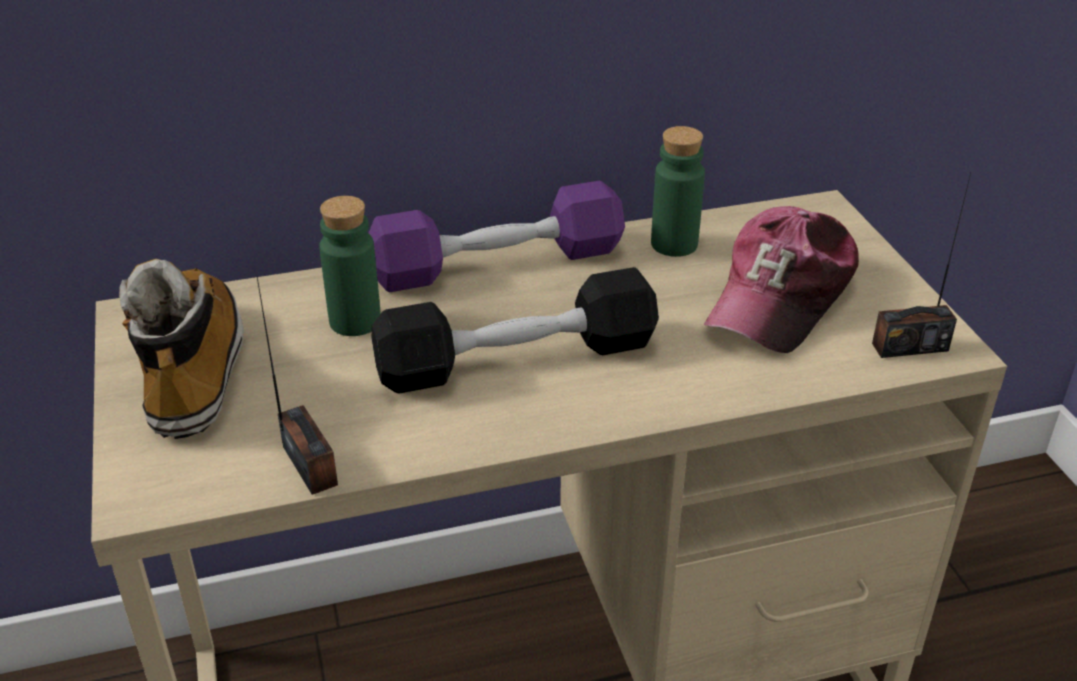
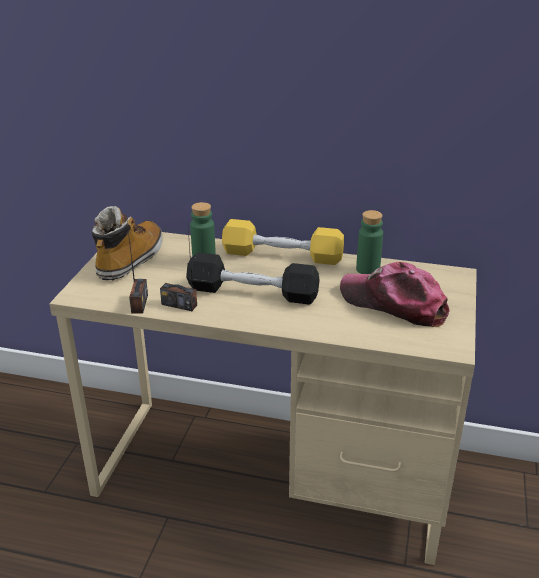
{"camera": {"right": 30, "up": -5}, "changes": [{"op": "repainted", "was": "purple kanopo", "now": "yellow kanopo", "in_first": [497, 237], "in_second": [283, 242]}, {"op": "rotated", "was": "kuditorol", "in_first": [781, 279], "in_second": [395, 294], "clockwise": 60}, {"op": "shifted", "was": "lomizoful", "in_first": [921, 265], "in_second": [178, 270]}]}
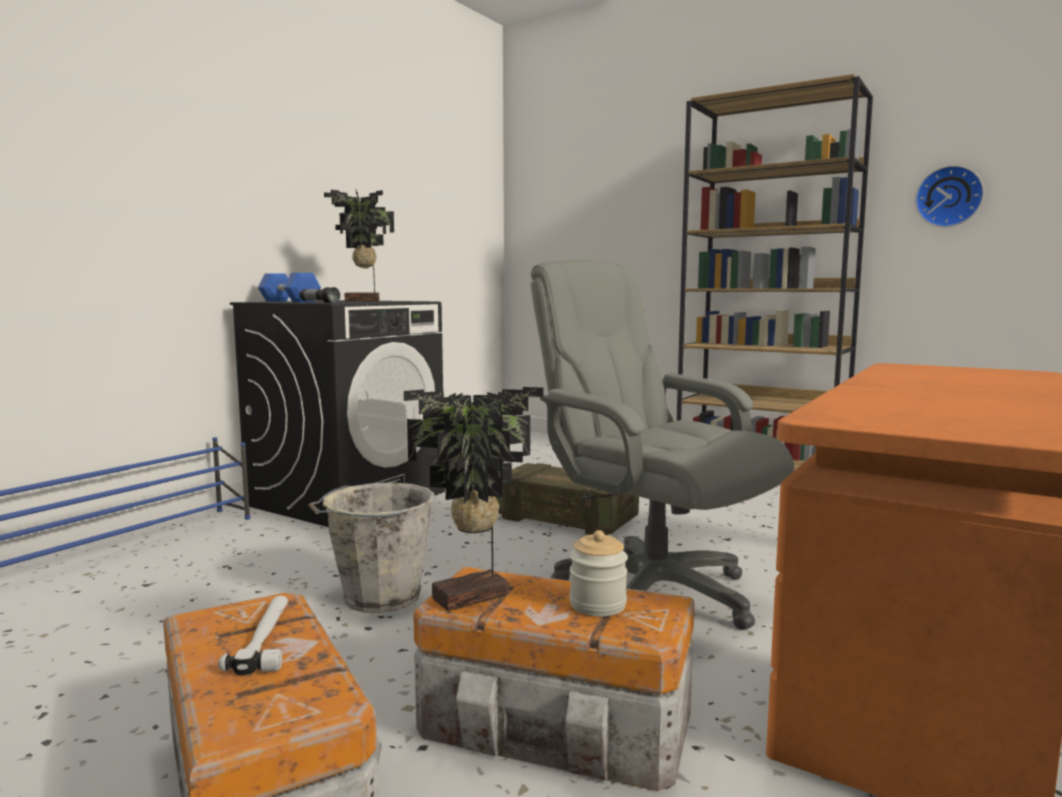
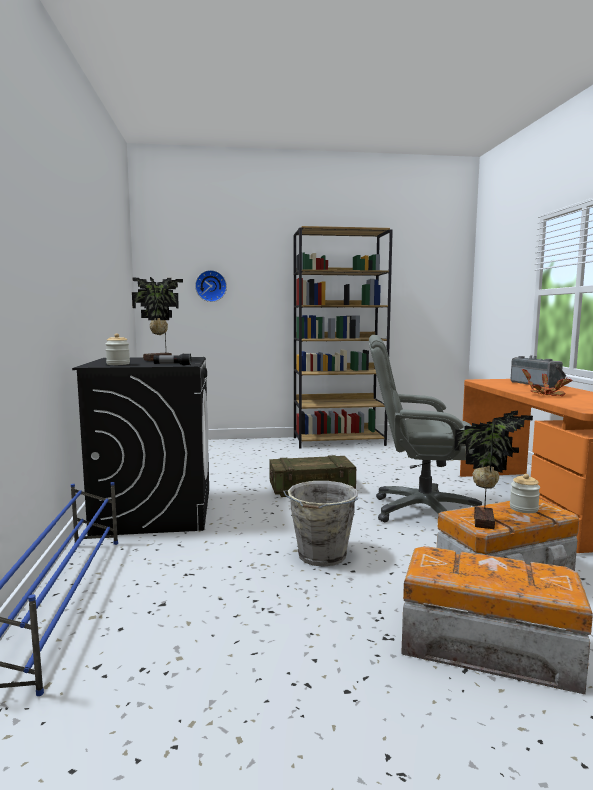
{"camera": {"right": -40, "up": 0}, "changes": [{"op": "gone", "was": "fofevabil", "in_first": [253, 635]}, {"op": "swapped", "was": "blue kanopo", "now": "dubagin", "in_first": [289, 287], "in_second": [117, 349]}, {"op": "shifted", "was": "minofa", "in_first": [949, 196], "in_second": [211, 286]}, {"op": "new", "now": "lomizoful", "in_second": [538, 371]}, {"op": "new", "now": "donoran", "in_second": [547, 382]}]}
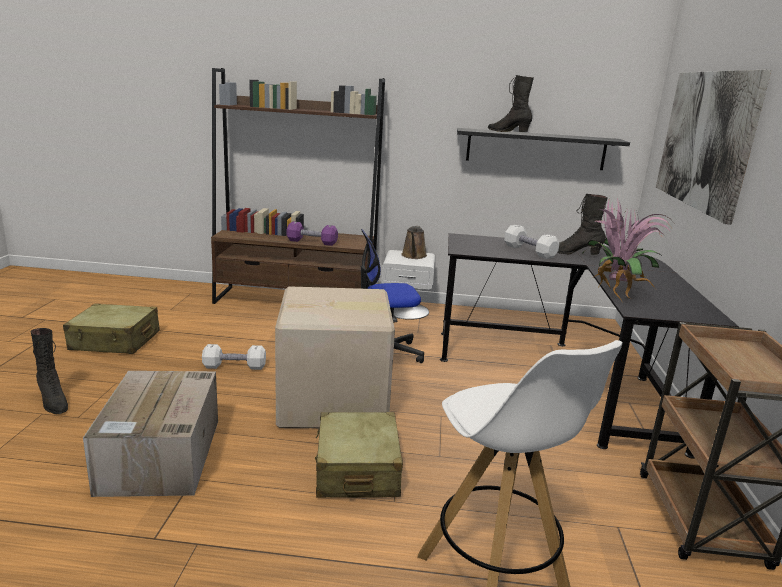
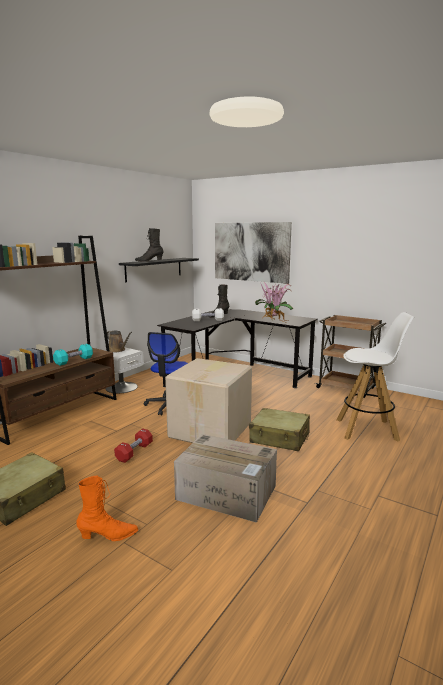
{"camera": {"right": -60, "up": -5}, "changes": [{"op": "repainted", "was": "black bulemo", "now": "orange bulemo", "in_first": [49, 371], "in_second": [107, 508]}, {"op": "repainted", "was": "white kanopo", "now": "red kanopo", "in_first": [234, 357], "in_second": [133, 446]}, {"op": "repainted", "was": "purple kanopo", "now": "turquoise kanopo", "in_first": [312, 233], "in_second": [73, 355]}]}
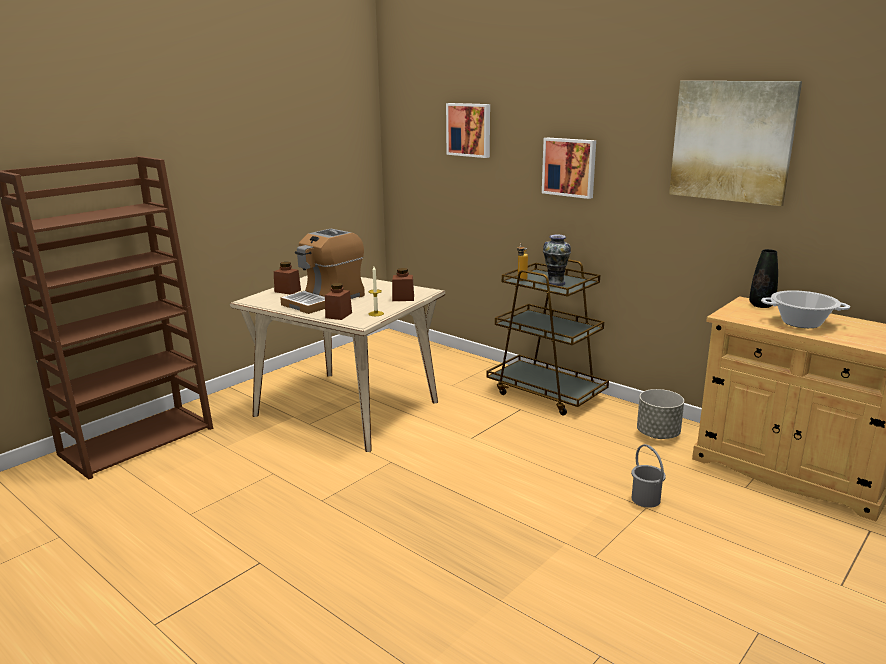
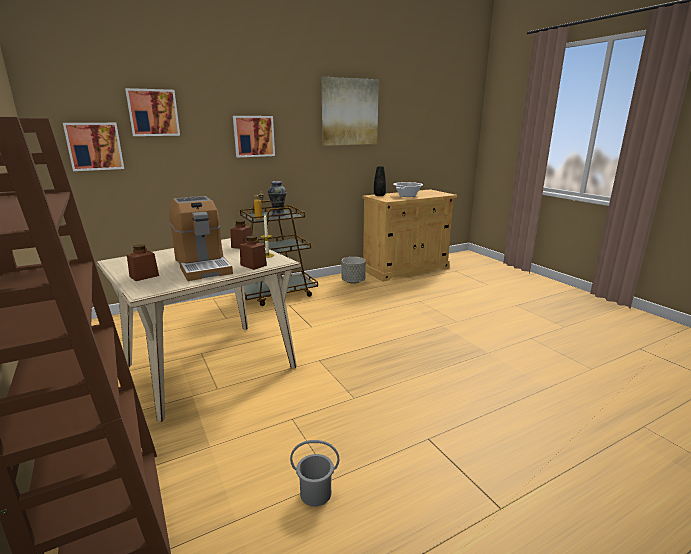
{"camera": {"right": -70, "up": 0}, "changes": [{"op": "shifted", "was": "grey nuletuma", "in_first": [648, 476], "in_second": [314, 473]}, {"op": "new", "now": "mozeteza", "in_second": [93, 147]}]}
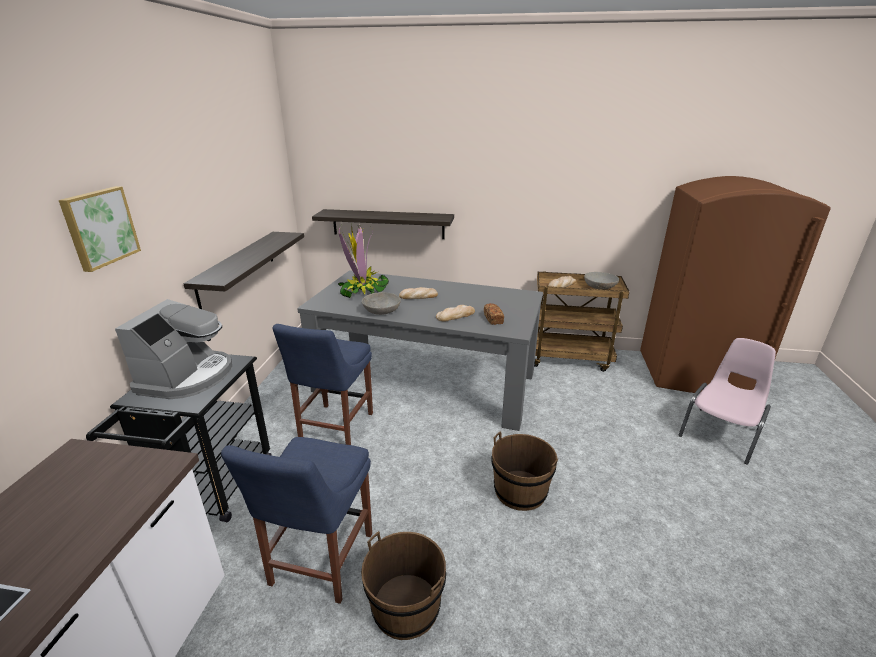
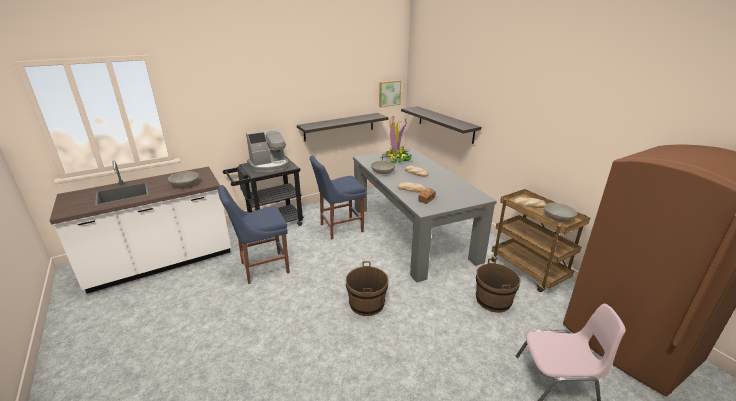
{"camera": {"right": 50, "up": 0}, "changes": [{"op": "shifted", "was": "mozeteza", "in_first": [99, 229], "in_second": [390, 93]}, {"op": "shifted", "was": "brown nuletuma", "in_first": [403, 585], "in_second": [498, 285]}, {"op": "new", "now": "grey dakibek", "in_second": [183, 179]}]}
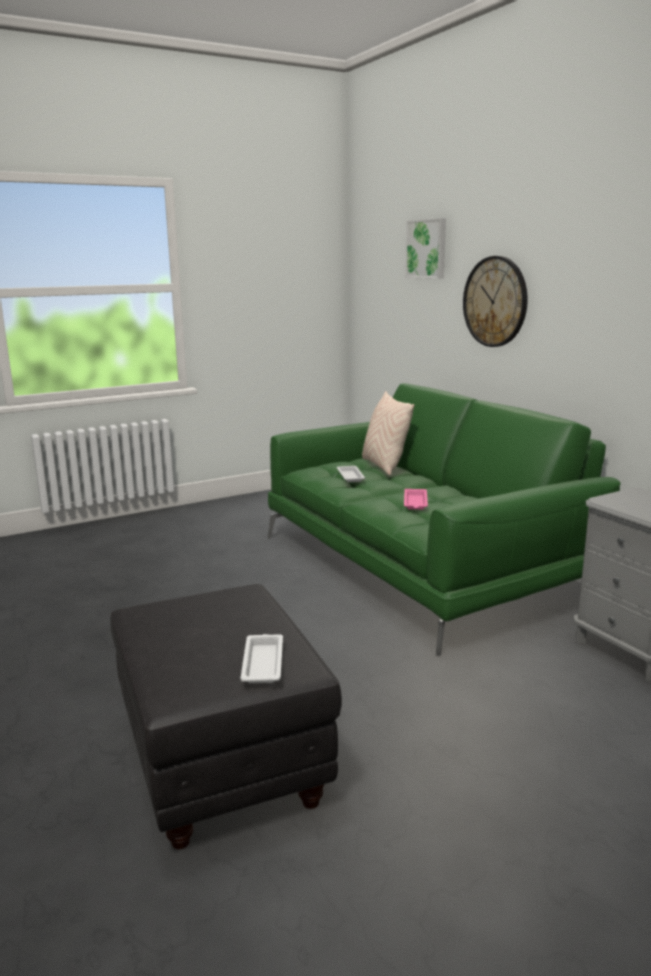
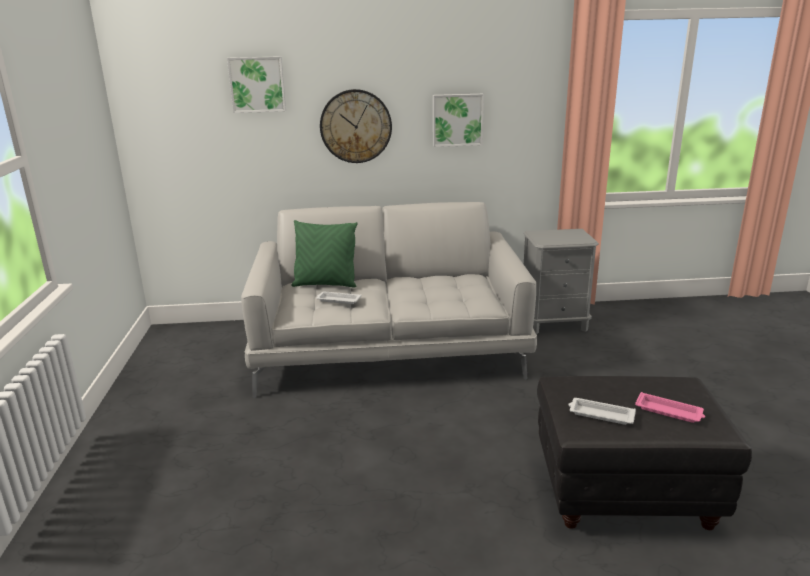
{"camera": {"right": -65, "up": 5}, "changes": [{"op": "shifted", "was": "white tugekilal", "in_first": [261, 658], "in_second": [602, 411]}, {"op": "repainted", "was": "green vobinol", "now": "grey vobinol", "in_first": [444, 519], "in_second": [389, 300]}, {"op": "repainted", "was": "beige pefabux", "now": "green pefabux", "in_first": [388, 433], "in_second": [324, 253]}, {"op": "shifted", "was": "pink tugekilal", "in_first": [416, 499], "in_second": [670, 407]}, {"op": "new", "now": "mozeteza", "in_second": [458, 120]}]}
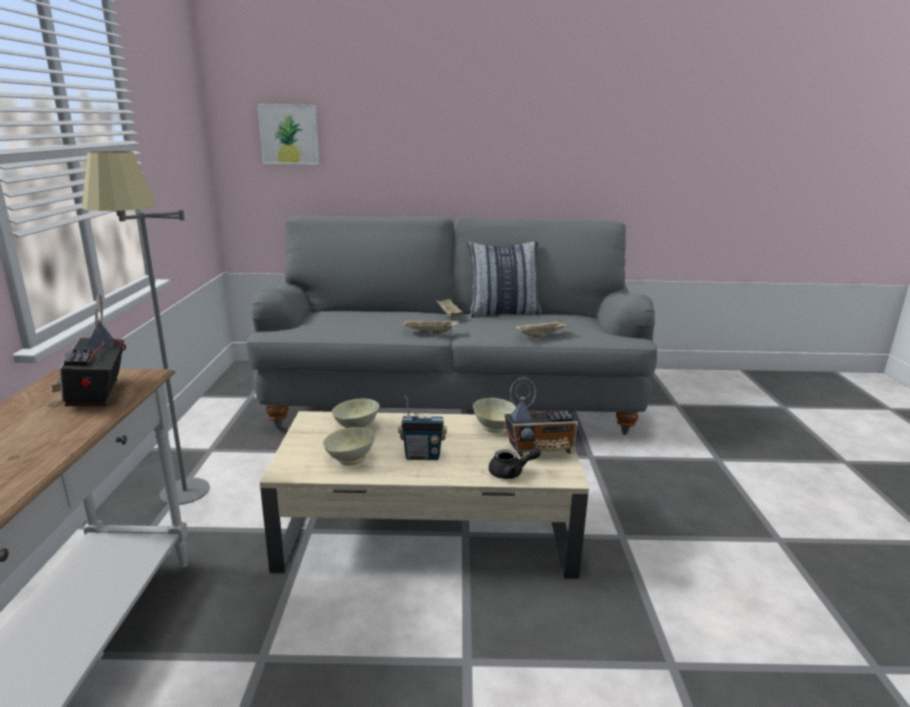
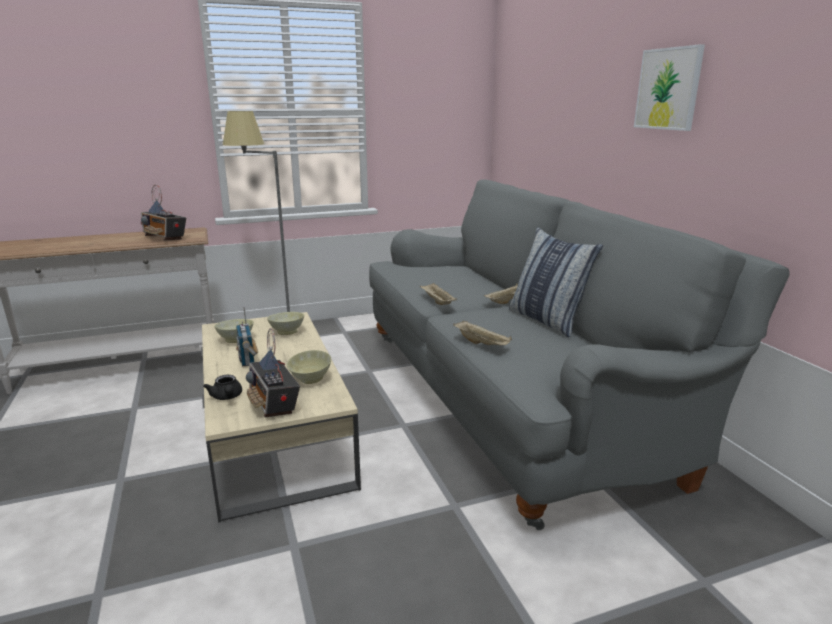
{"camera": {"right": 70, "up": 0}, "changes": [{"op": "rotated", "was": "lomizoful", "in_first": [89, 350], "in_second": [163, 213], "clockwise": -105}, {"op": "shifted", "was": "mozeteza", "in_first": [288, 134], "in_second": [669, 87]}]}
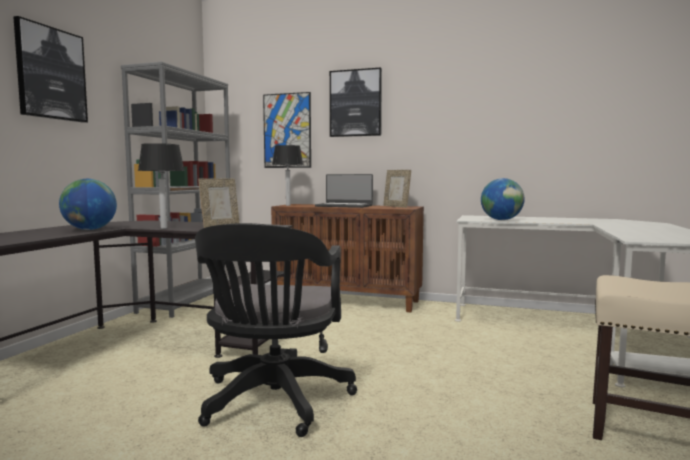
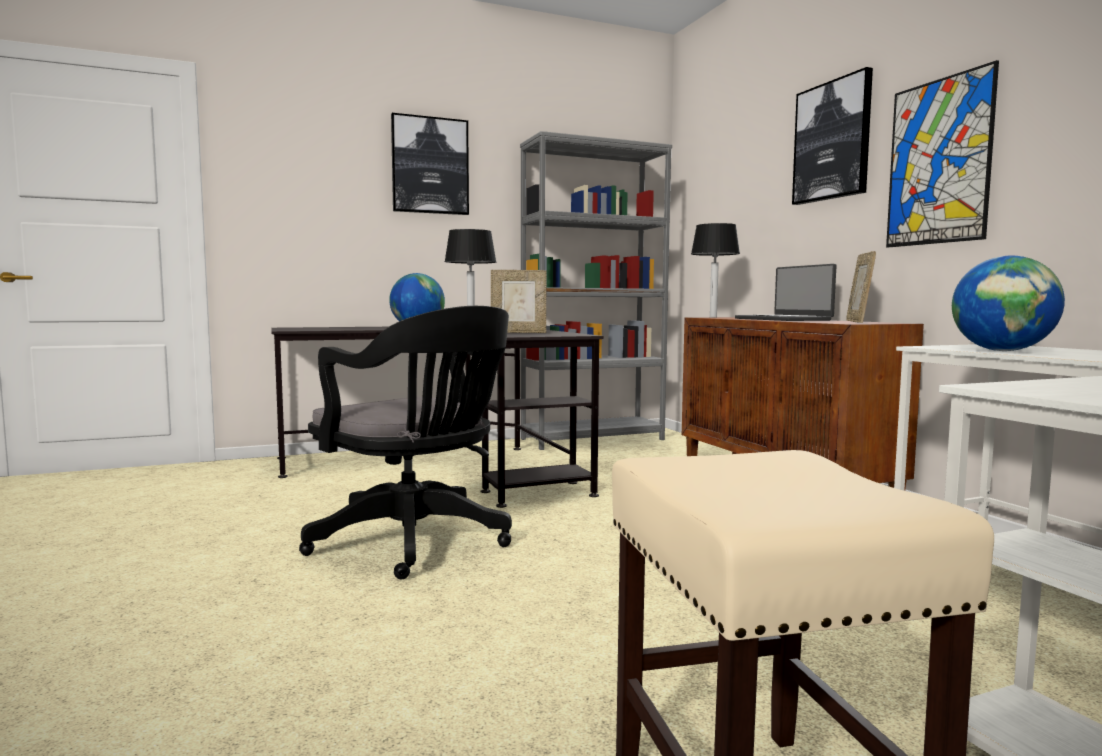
{"camera": {"right": 50, "up": 0}, "changes": [{"op": "rotated", "was": "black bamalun", "in_first": [276, 330], "in_second": [405, 442], "clockwise": -105}, {"op": "shifted", "was": "mozeteza", "in_first": [287, 130], "in_second": [942, 153]}]}
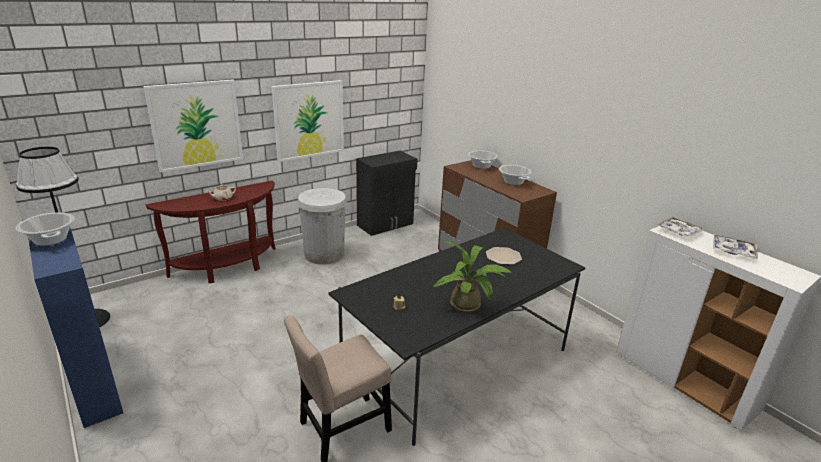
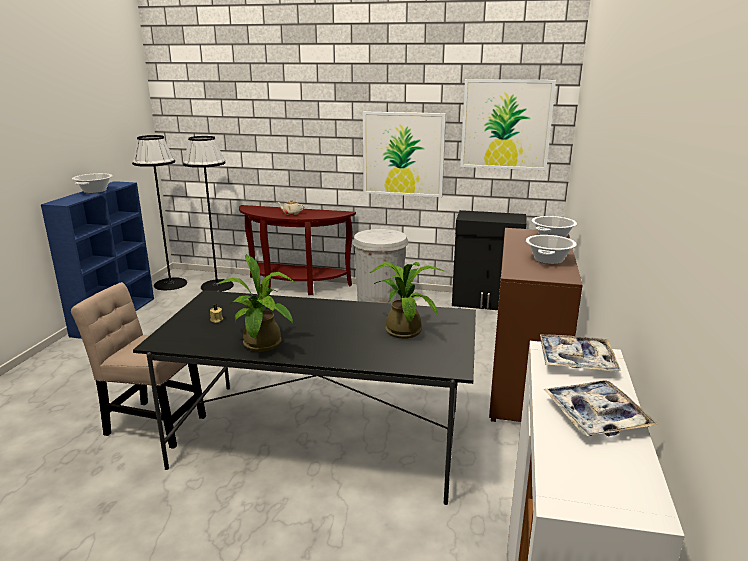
{"camera": {"right": 50, "up": -5}, "changes": [{"op": "shifted", "was": "mozeteza", "in_first": [193, 126], "in_second": [508, 124]}, {"op": "swapped", "was": "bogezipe", "now": "donoran", "in_first": [504, 256], "in_second": [406, 300]}, {"op": "new", "now": "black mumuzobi", "in_second": [208, 214]}]}
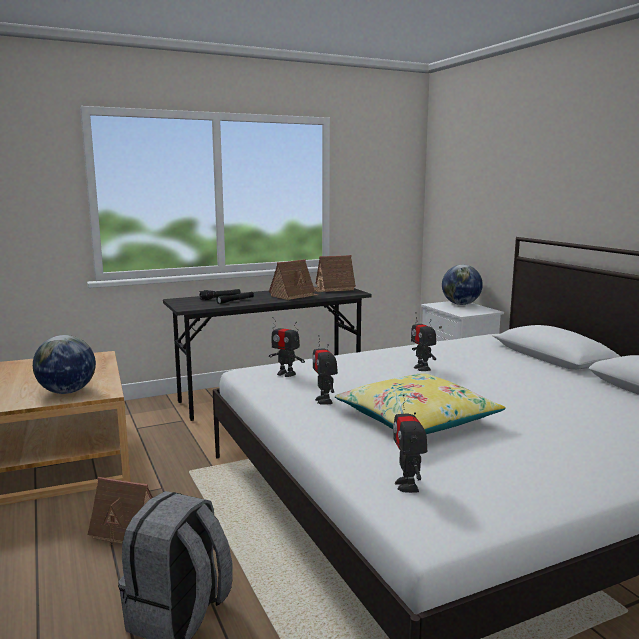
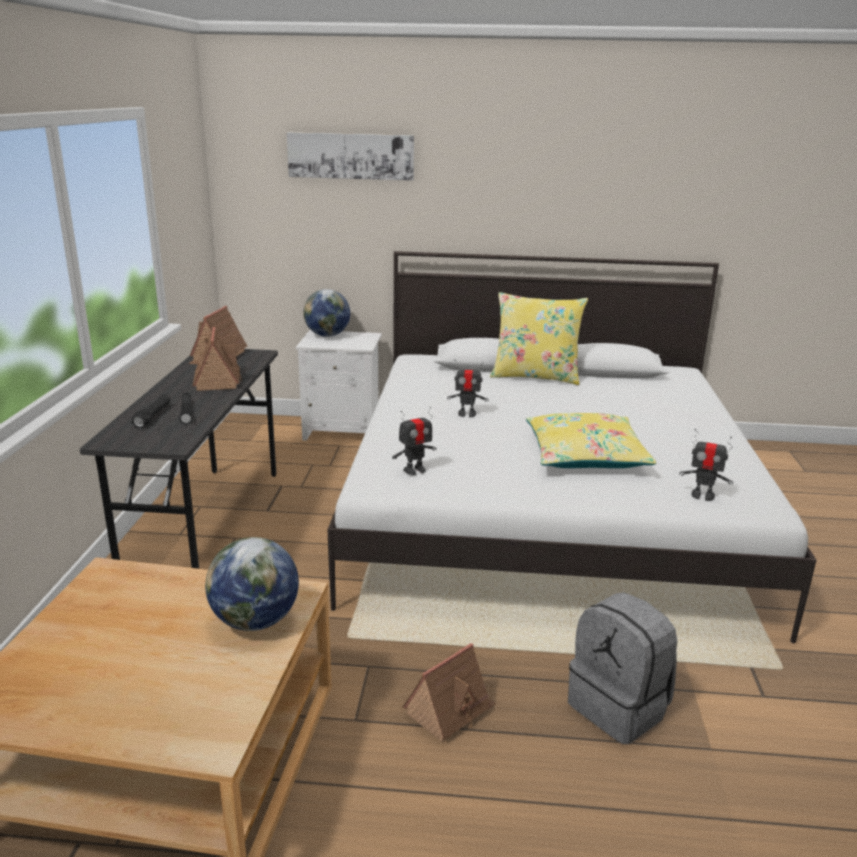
{"camera": {"right": -60, "up": 10}, "changes": [{"op": "gone", "was": "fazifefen", "in_first": [325, 370]}, {"op": "new", "now": "mozeteza", "in_second": [350, 156]}, {"op": "new", "now": "yellow pefabux", "in_second": [539, 338]}]}
